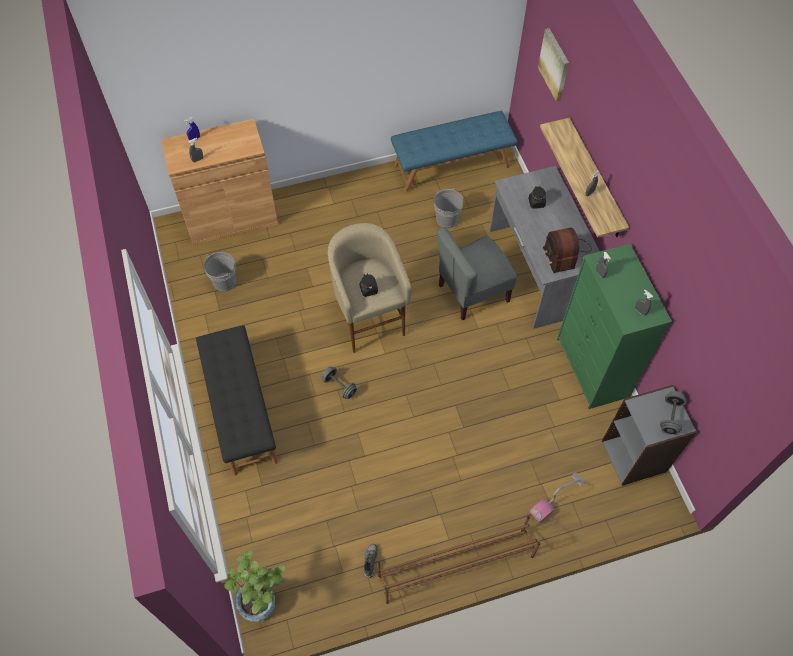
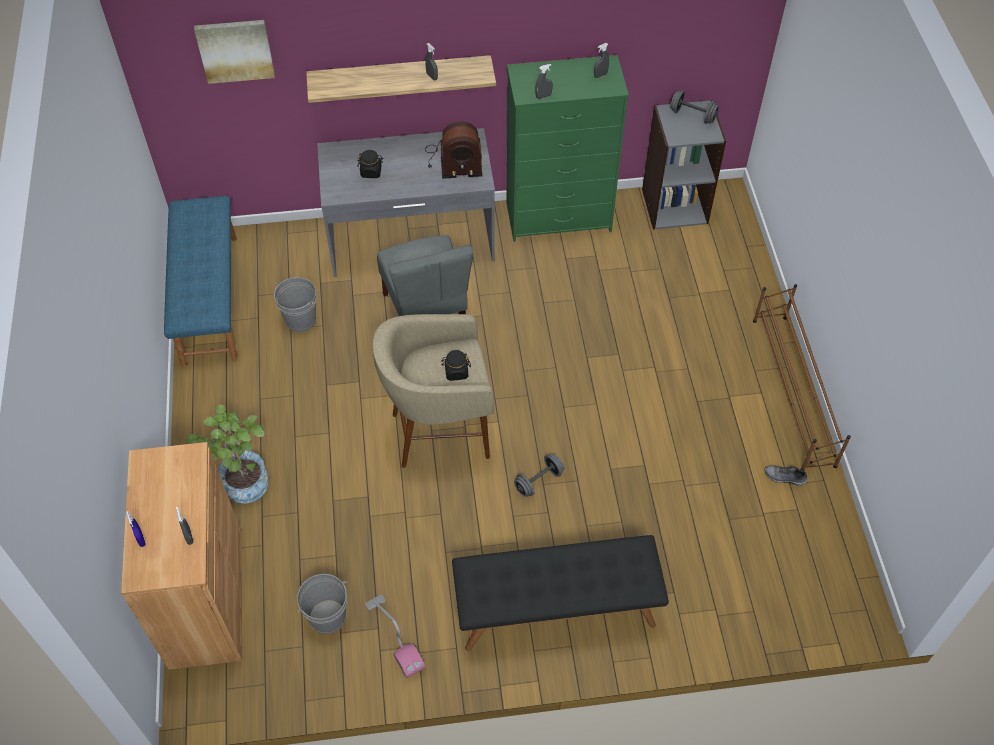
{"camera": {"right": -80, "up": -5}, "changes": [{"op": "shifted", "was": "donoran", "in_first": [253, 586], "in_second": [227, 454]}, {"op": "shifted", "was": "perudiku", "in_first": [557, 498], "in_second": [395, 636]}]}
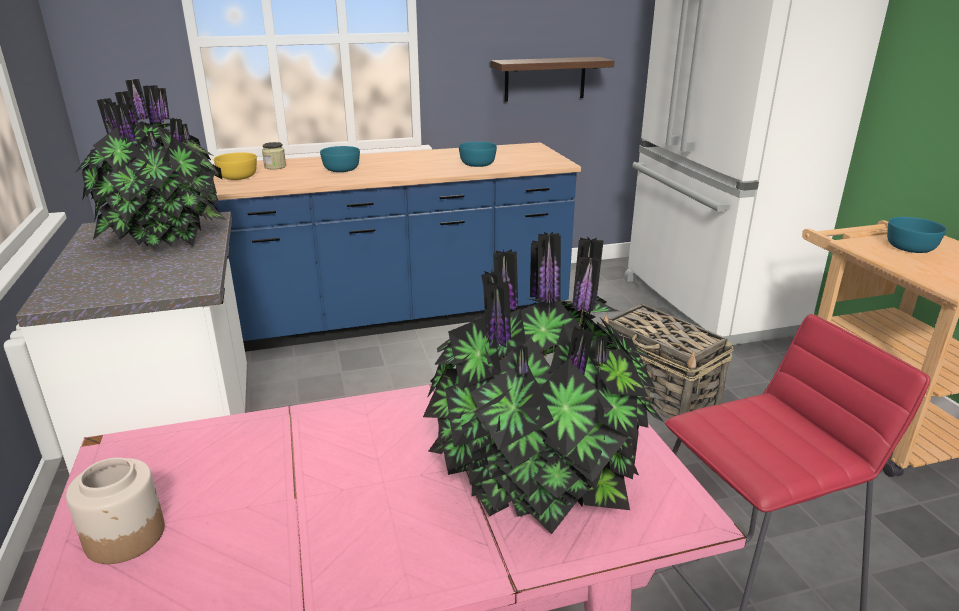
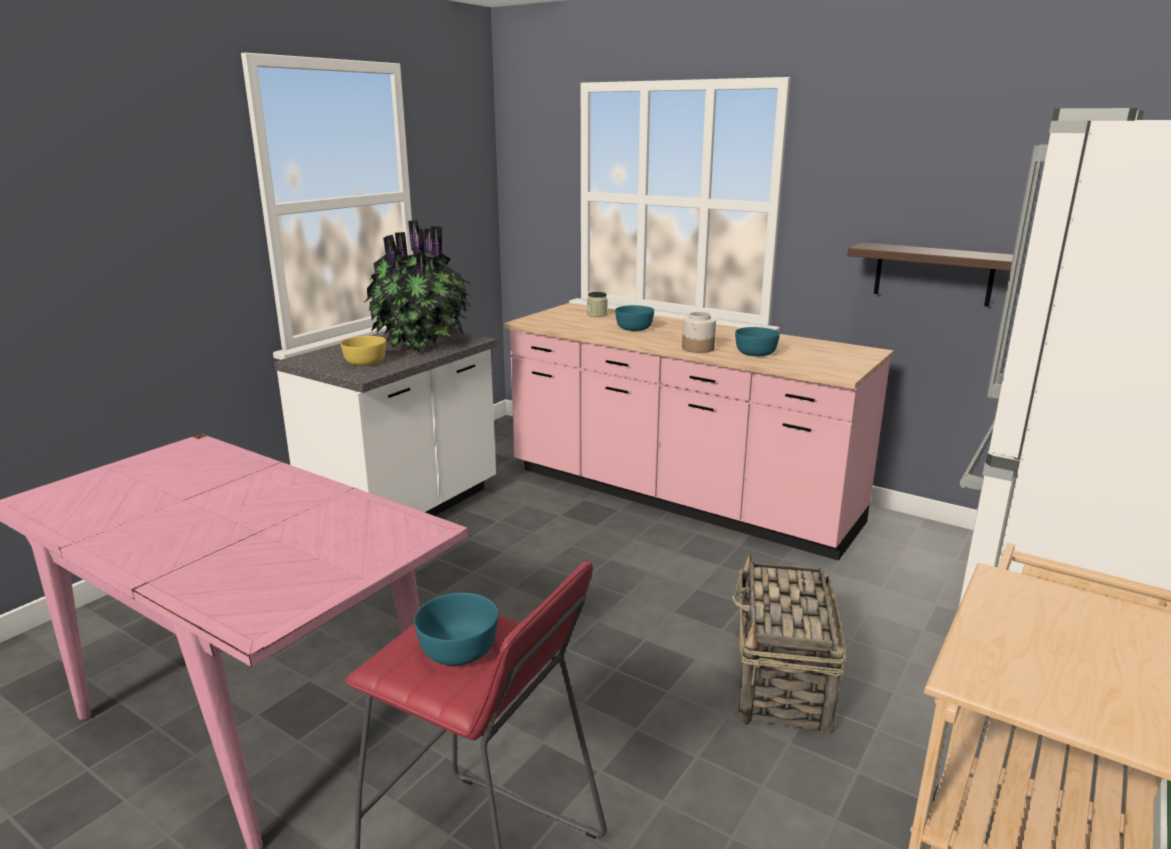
{"camera": {"right": 50, "up": -5}, "changes": [{"op": "shifted", "was": "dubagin", "in_first": [115, 510], "in_second": [699, 332]}, {"op": "repainted", "was": "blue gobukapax", "now": "pink gobukapax", "in_first": [396, 247], "in_second": [698, 432]}, {"op": "shifted", "was": "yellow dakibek", "in_first": [235, 166], "in_second": [363, 351]}, {"op": "gone", "was": "donoran", "in_first": [543, 383]}, {"op": "shifted", "was": "turquoise dakibek", "in_first": [917, 235], "in_second": [456, 629]}]}
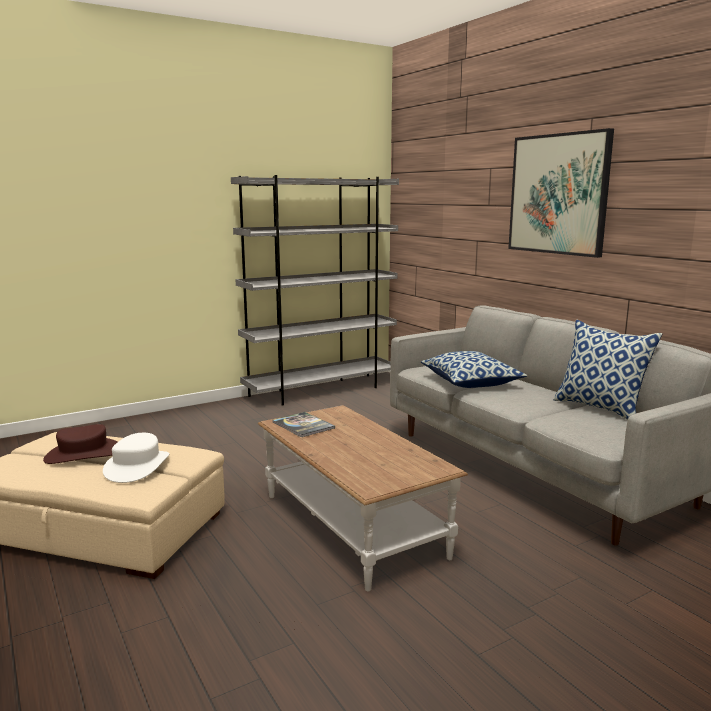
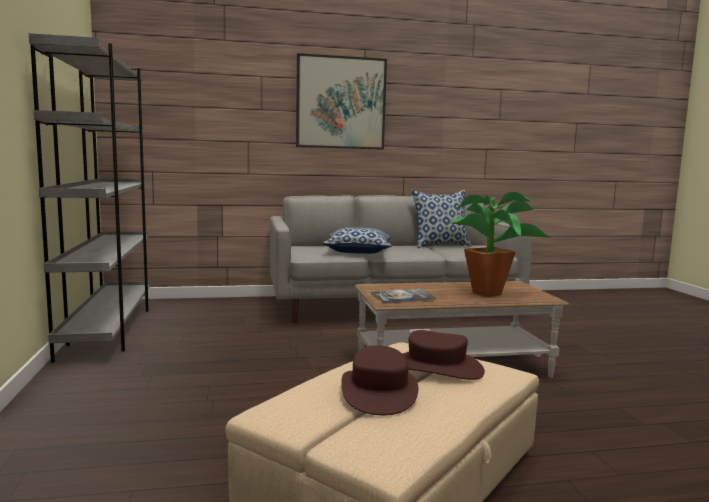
{"camera": {"right": -70, "up": -5}, "changes": [{"op": "repainted", "was": "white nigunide", "now": "brown nigunide", "in_first": [136, 458], "in_second": [444, 355]}, {"op": "new", "now": "donoran", "in_second": [499, 244]}]}
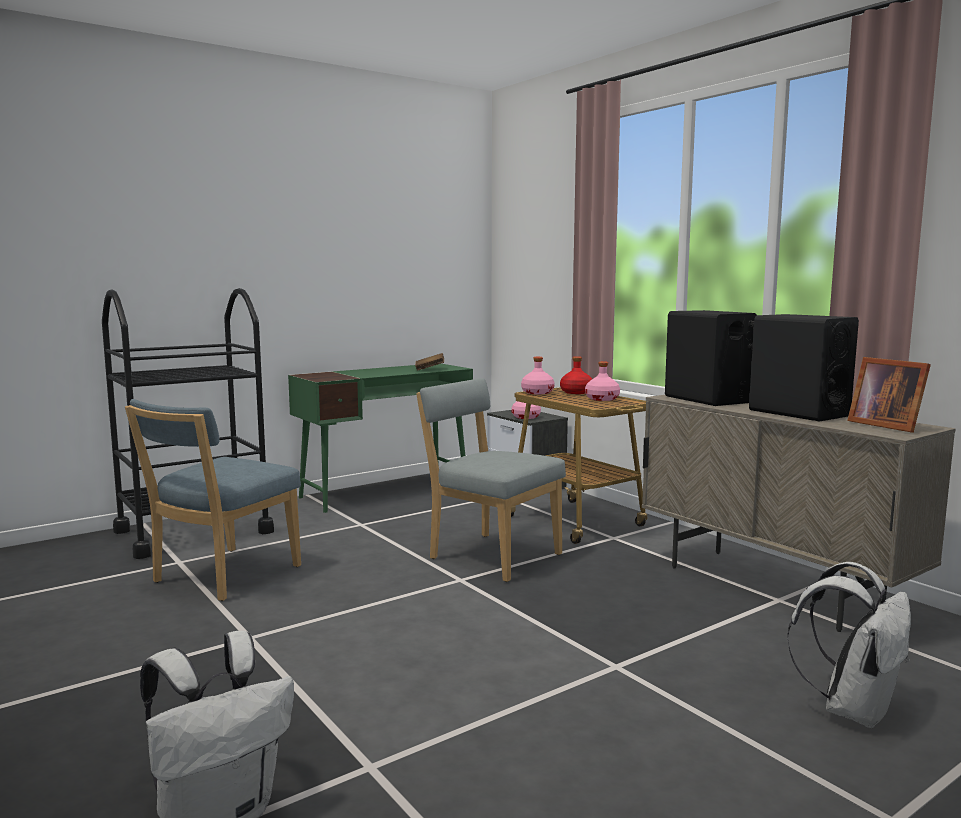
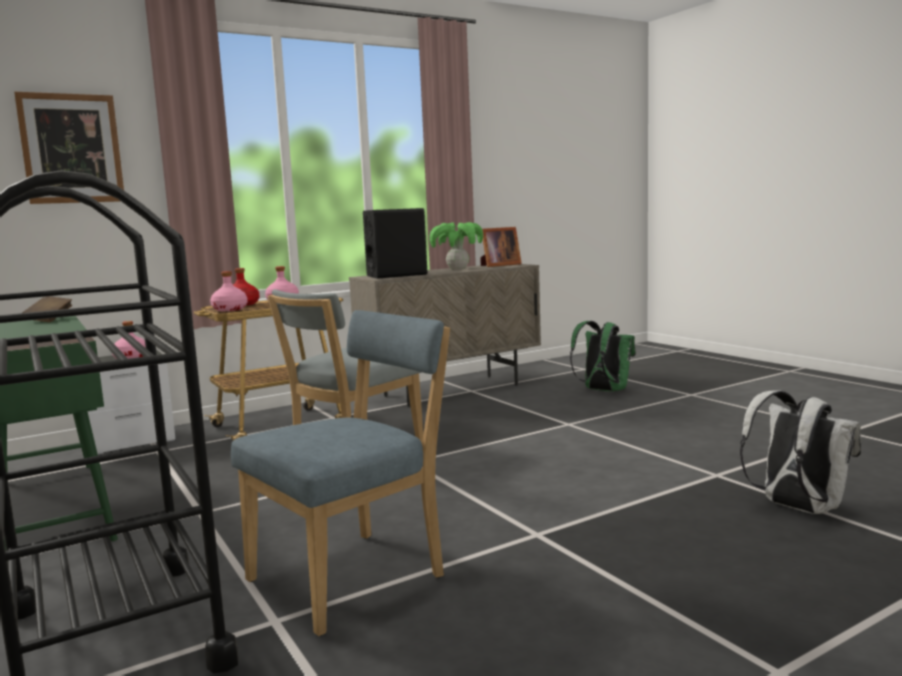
{"camera": {"right": -85, "up": 0}, "changes": [{"op": "rotated", "was": "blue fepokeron", "in_first": [213, 500], "in_second": [340, 473], "clockwise": -75}, {"op": "swapped", "was": "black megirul", "now": "donoran", "in_first": [804, 367], "in_second": [456, 246]}, {"op": "repainted", "was": "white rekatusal", "now": "green rekatusal", "in_first": [849, 645], "in_second": [603, 356]}, {"op": "new", "now": "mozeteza", "in_second": [69, 148]}]}
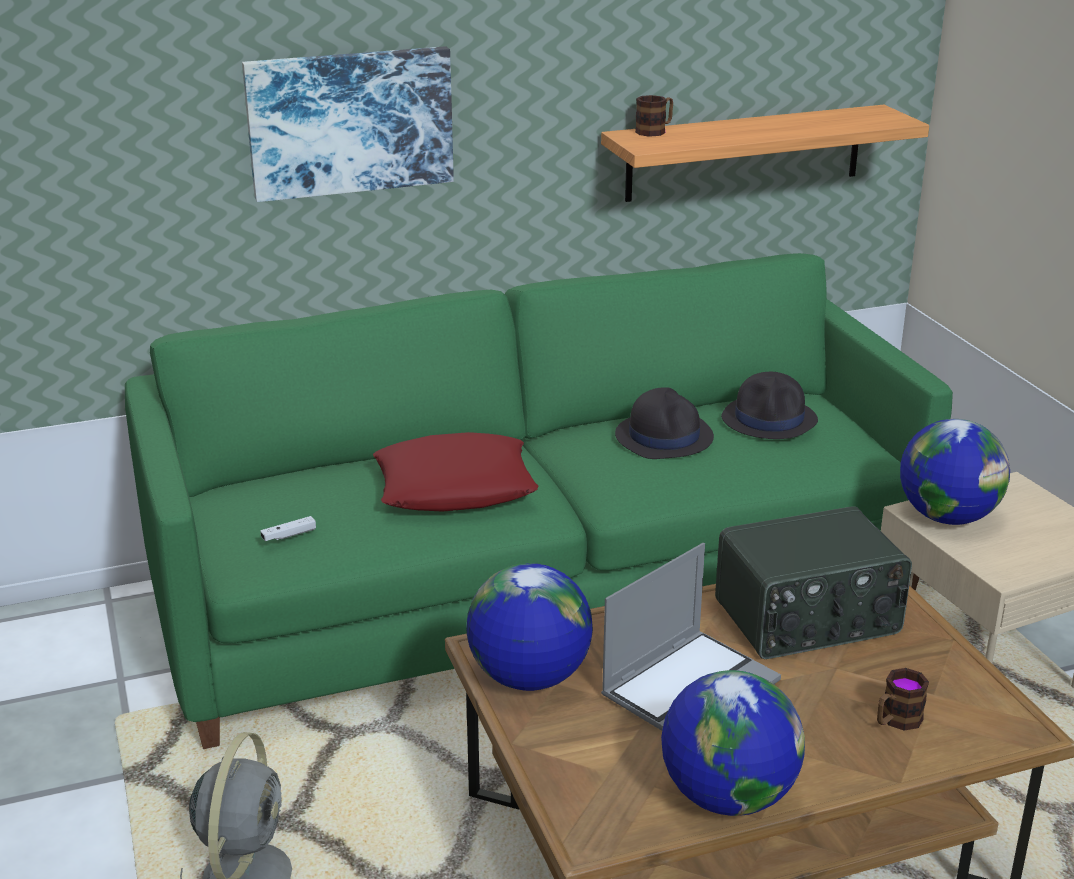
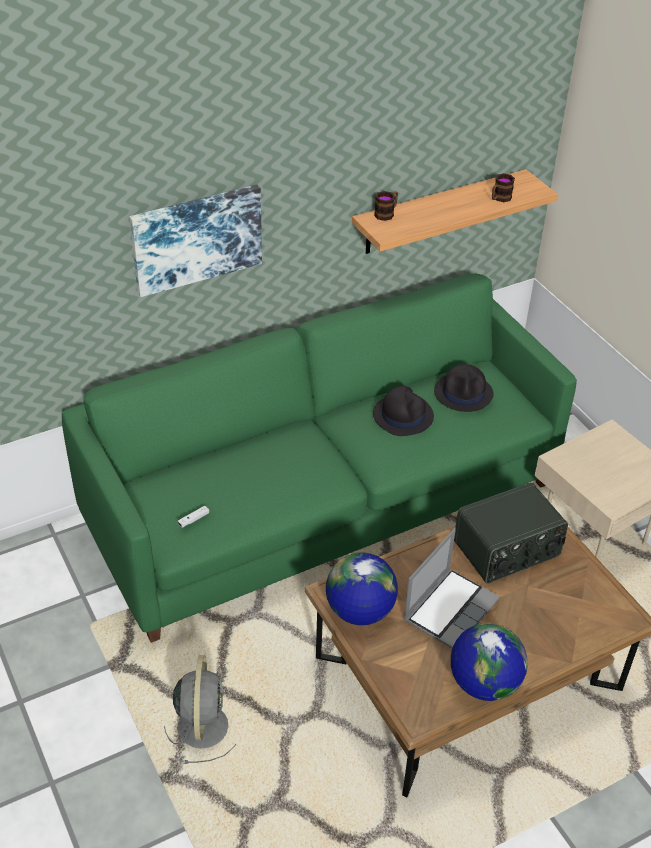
{"camera": {"right": -10, "up": 15}, "changes": [{"op": "gone", "was": "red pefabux", "in_first": [456, 472]}, {"op": "shifted", "was": "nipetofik", "in_first": [903, 699], "in_second": [503, 187]}, {"op": "gone", "was": "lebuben", "in_first": [955, 472]}]}
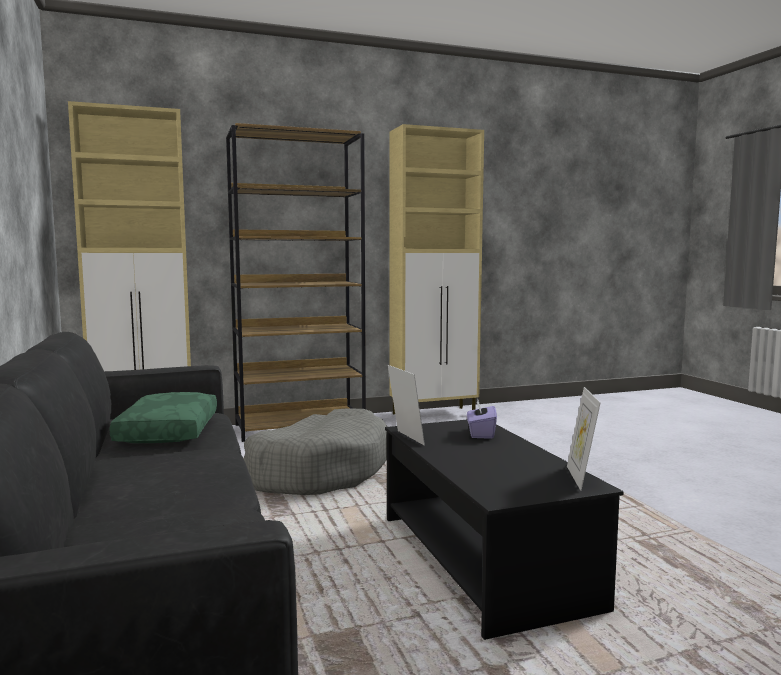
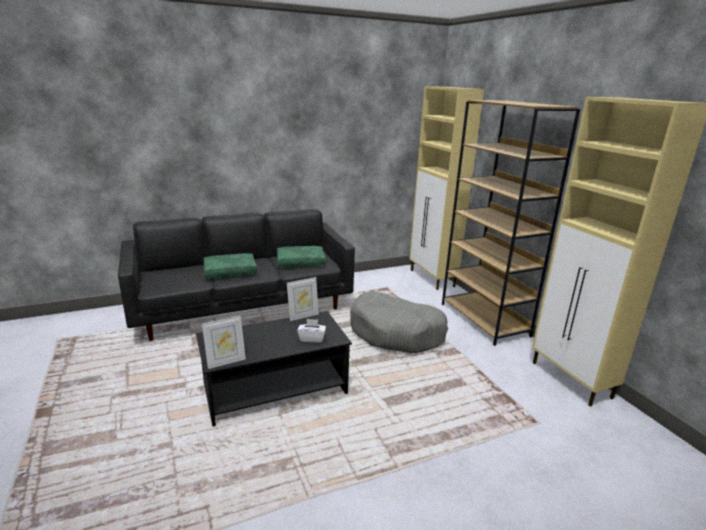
{"camera": {"right": 85, "up": 15}, "changes": [{"op": "repainted", "was": "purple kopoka", "now": "white kopoka", "in_first": [482, 419], "in_second": [311, 331]}, {"op": "rotated", "was": "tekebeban", "in_first": [584, 439], "in_second": [224, 342], "clockwise": 150}, {"op": "new", "now": "green pefabux", "in_second": [230, 265]}]}
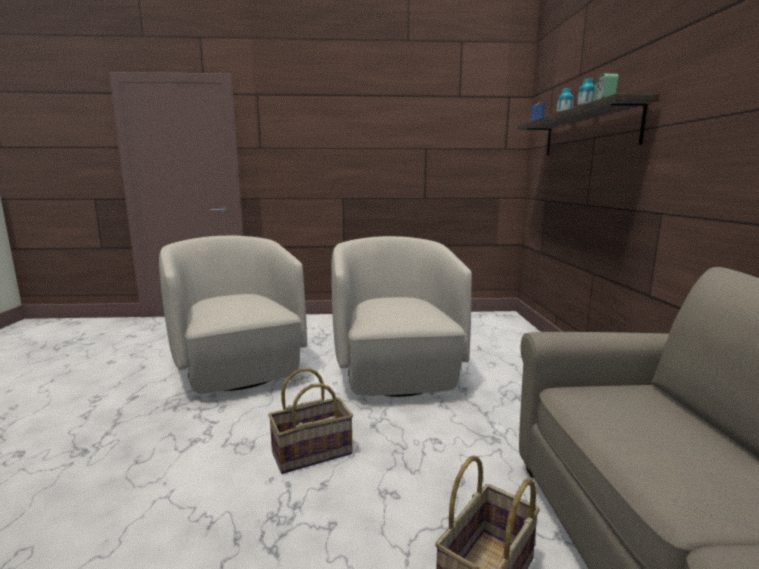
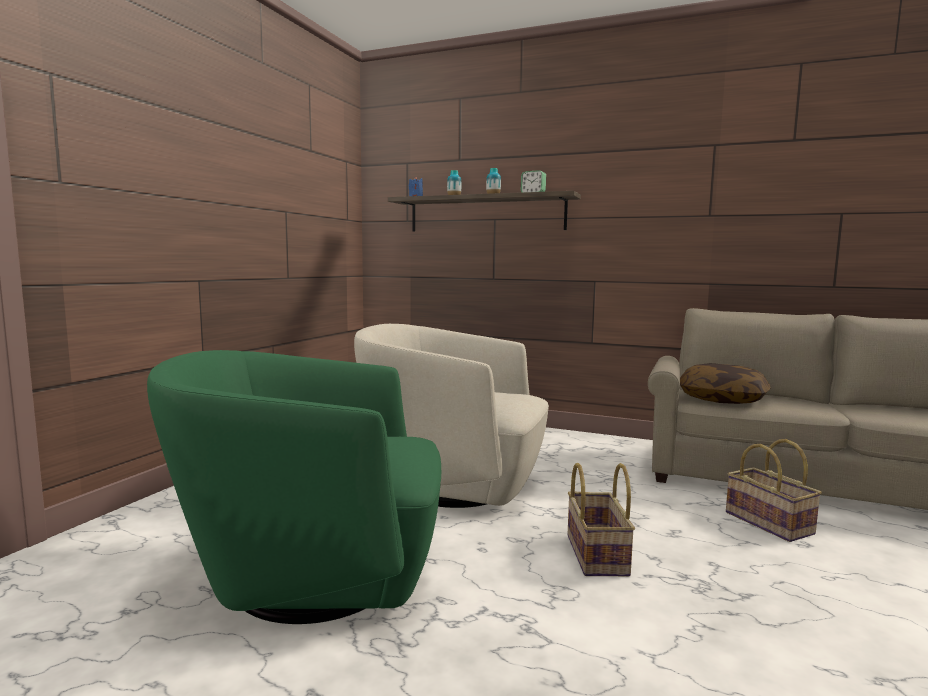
{"camera": {"right": -65, "up": -5}, "changes": [{"op": "repainted", "was": "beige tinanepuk", "now": "green tinanepuk", "in_first": [233, 315], "in_second": [294, 487]}, {"op": "new", "now": "pefabux", "in_second": [725, 383]}]}
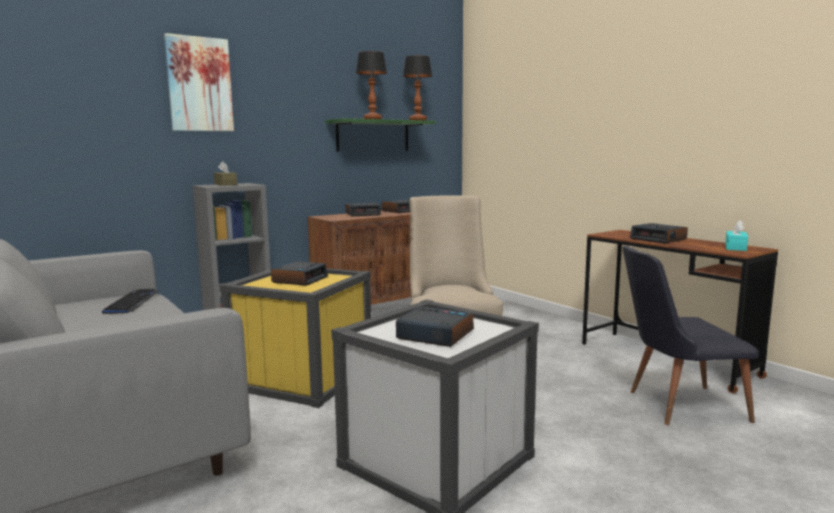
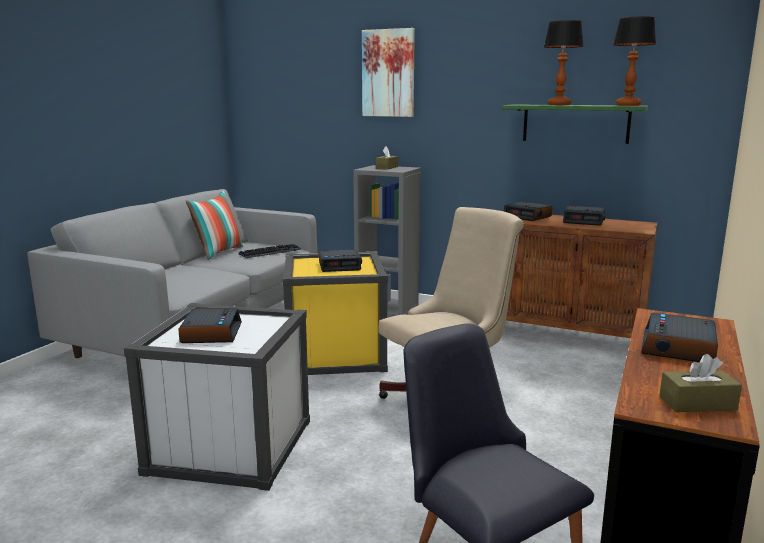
{"camera": {"right": 60, "up": 5}, "changes": [{"op": "repainted", "was": "turquoise kopoka", "now": "brown kopoka", "in_first": [736, 235], "in_second": [700, 383]}, {"op": "new", "now": "pefabux", "in_second": [215, 225]}]}
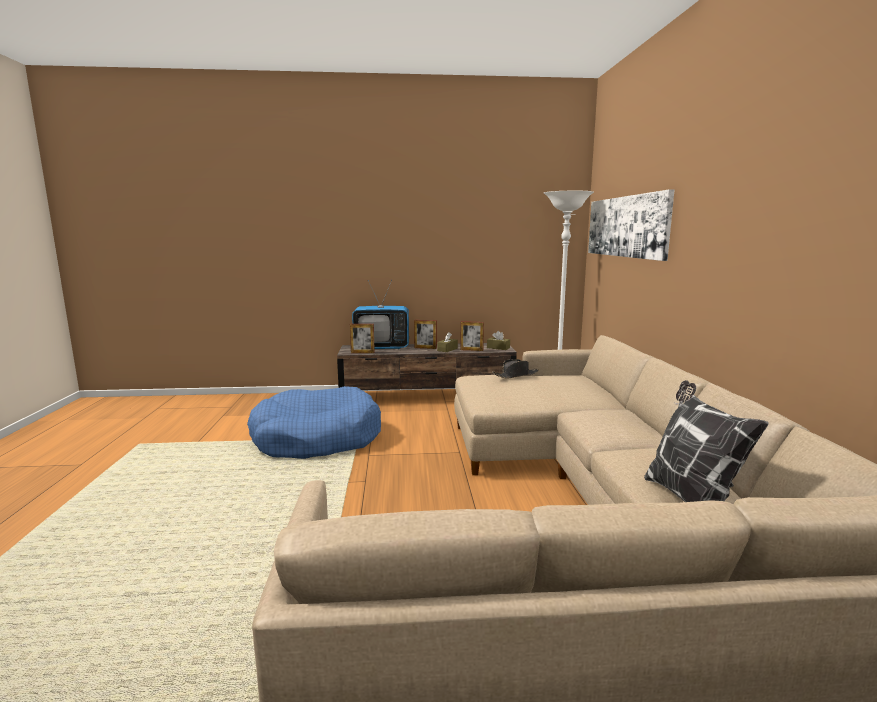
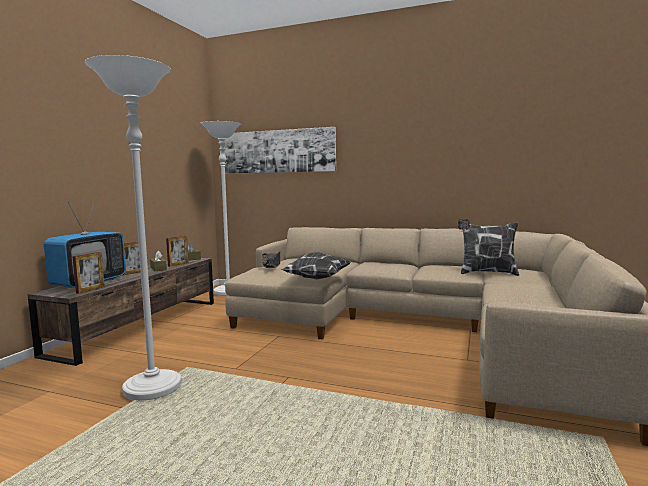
{"camera": {"right": -65, "up": -5}, "changes": [{"op": "swapped", "was": "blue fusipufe", "now": "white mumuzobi", "in_first": [314, 422], "in_second": [133, 227]}, {"op": "new", "now": "pefabux", "in_second": [316, 265]}]}
